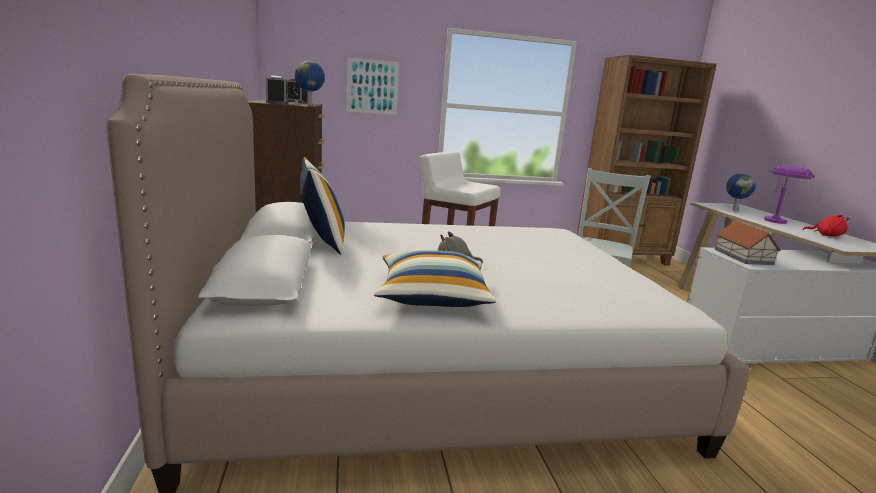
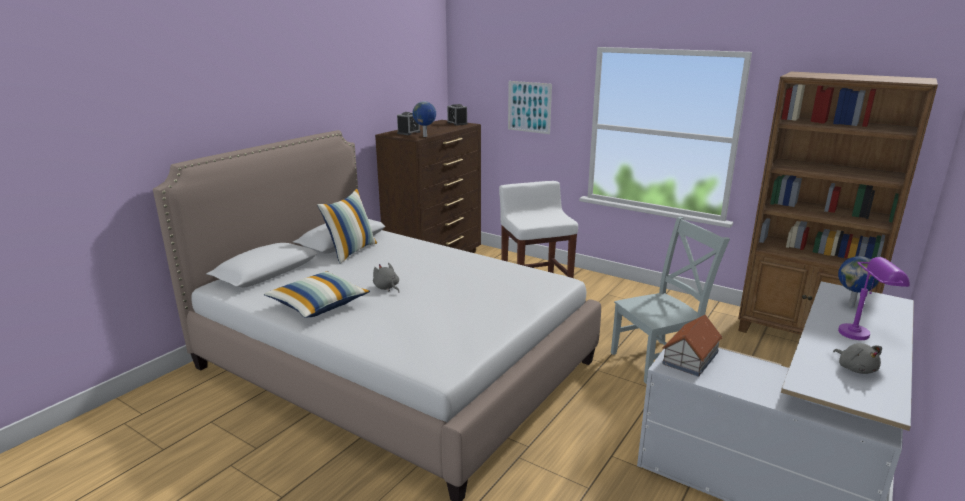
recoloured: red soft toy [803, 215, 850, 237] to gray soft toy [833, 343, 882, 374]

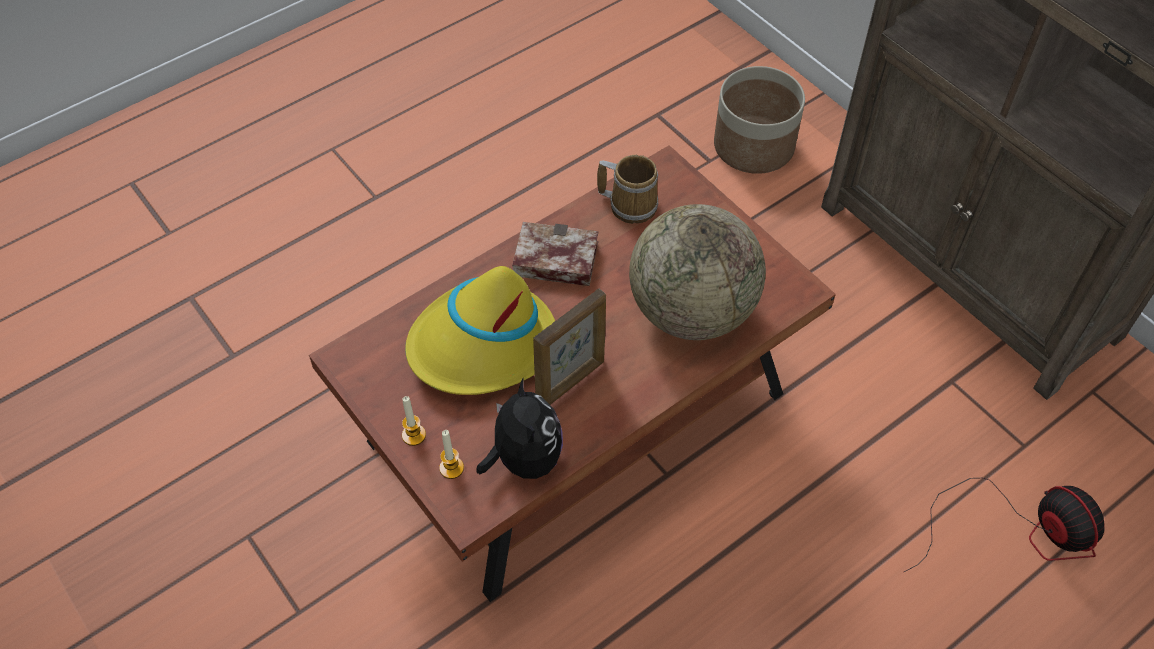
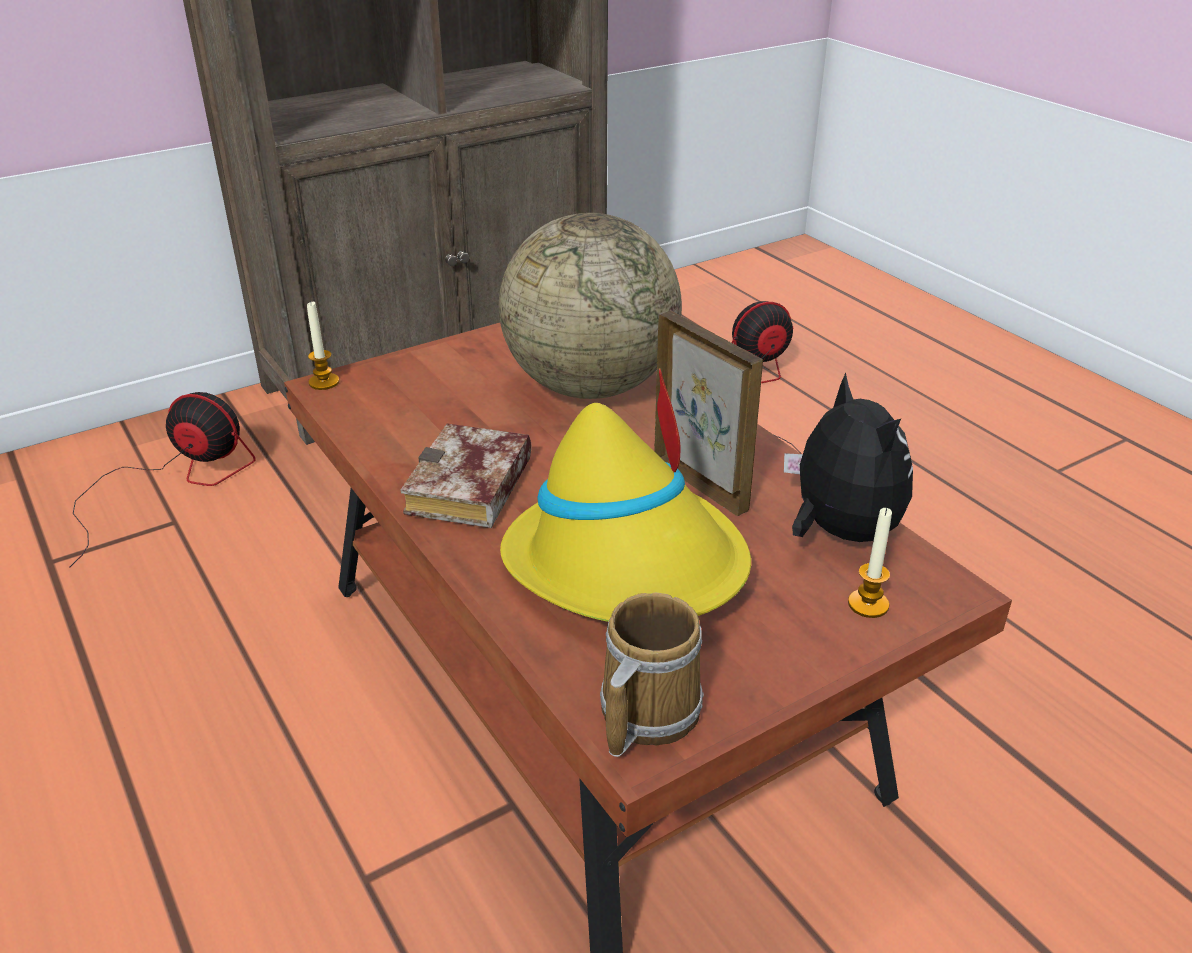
moved: mug [597, 155, 659, 224] to [600, 592, 704, 757]; wax light [402, 396, 426, 446] to [307, 301, 339, 390]
replaced: planter [714, 66, 805, 174] to electric fan [69, 392, 256, 568]
turned: soft toy [476, 377, 563, 479] = [784, 373, 913, 542] 75 degrees clockwise

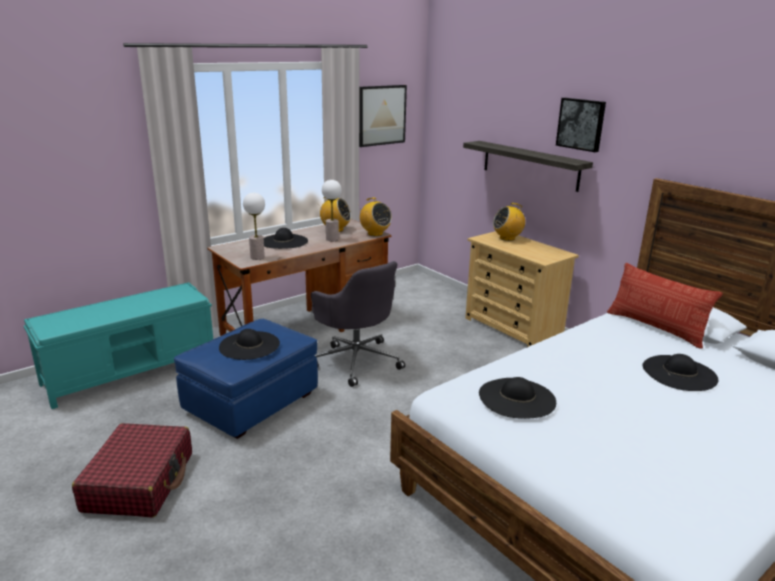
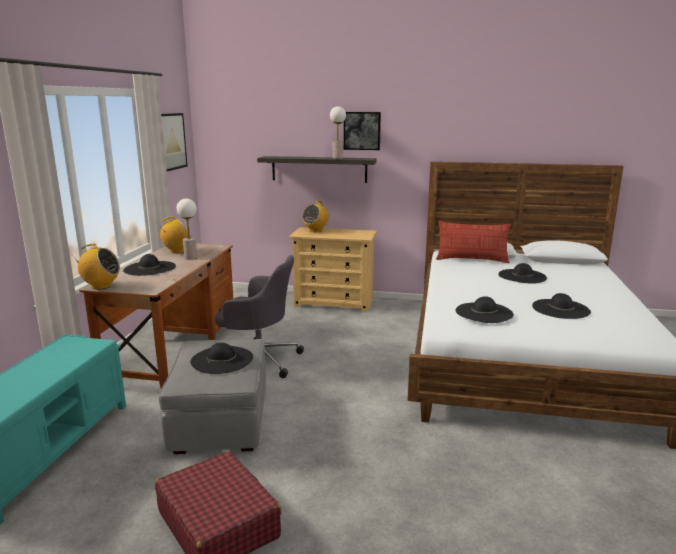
added: black wearable hat [532, 293, 591, 319]
moved: table lamp [243, 193, 265, 260] to [330, 106, 346, 159]; radio receiver [358, 197, 392, 236] to [71, 244, 120, 290]
recoloured: blue-coloured ottoman [174, 319, 318, 439] to gray ottoman [159, 339, 266, 454]

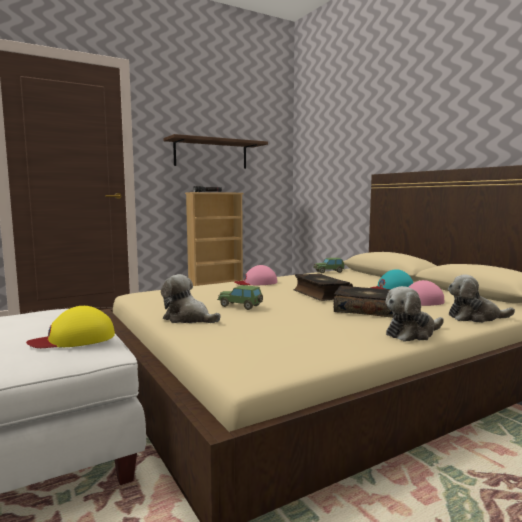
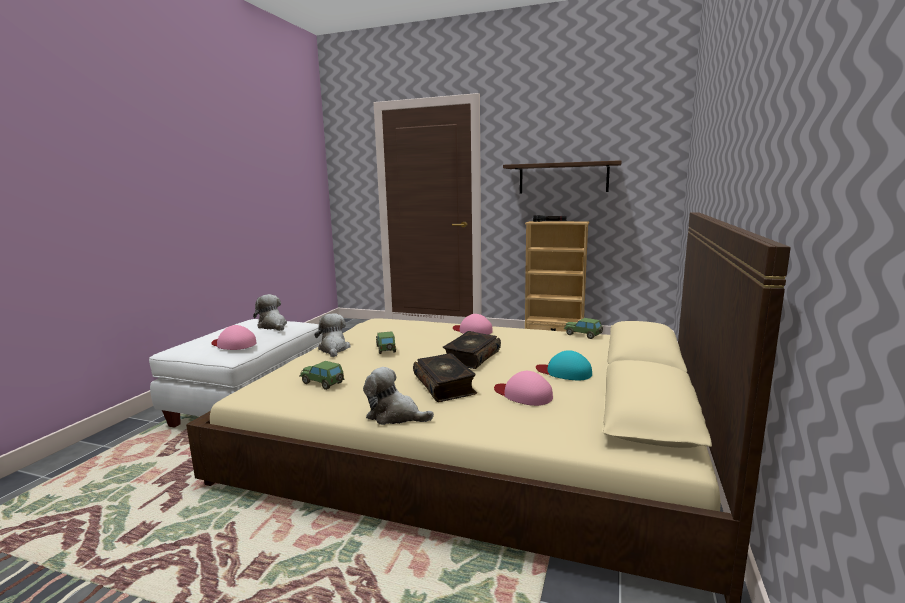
added: miniature car [299, 361, 344, 390]
moved: soft toy [448, 275, 515, 323] to [253, 294, 287, 331]
recoloured: yellowish cap [26, 306, 115, 348] to pink cap [211, 325, 256, 350]

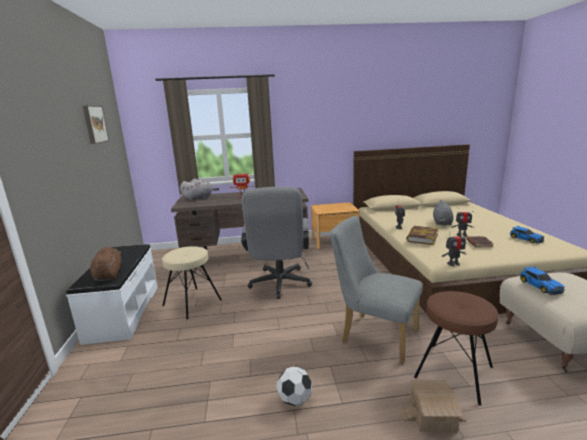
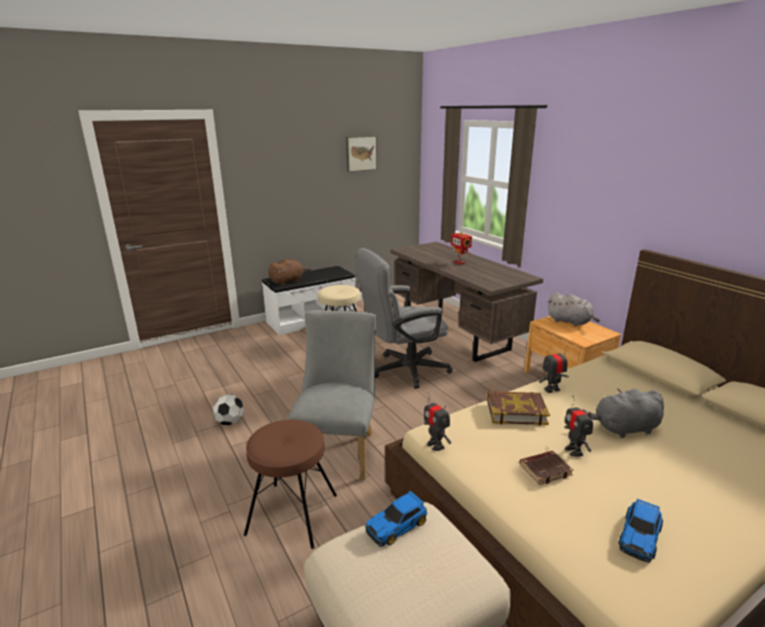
removed: toy house [401, 380, 466, 432]
moved: gray soft toy [180, 179, 219, 201] to [548, 292, 600, 326]

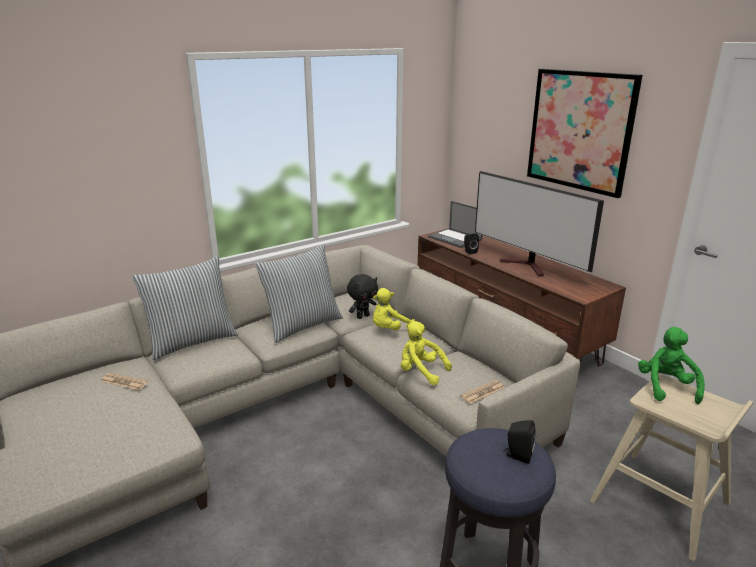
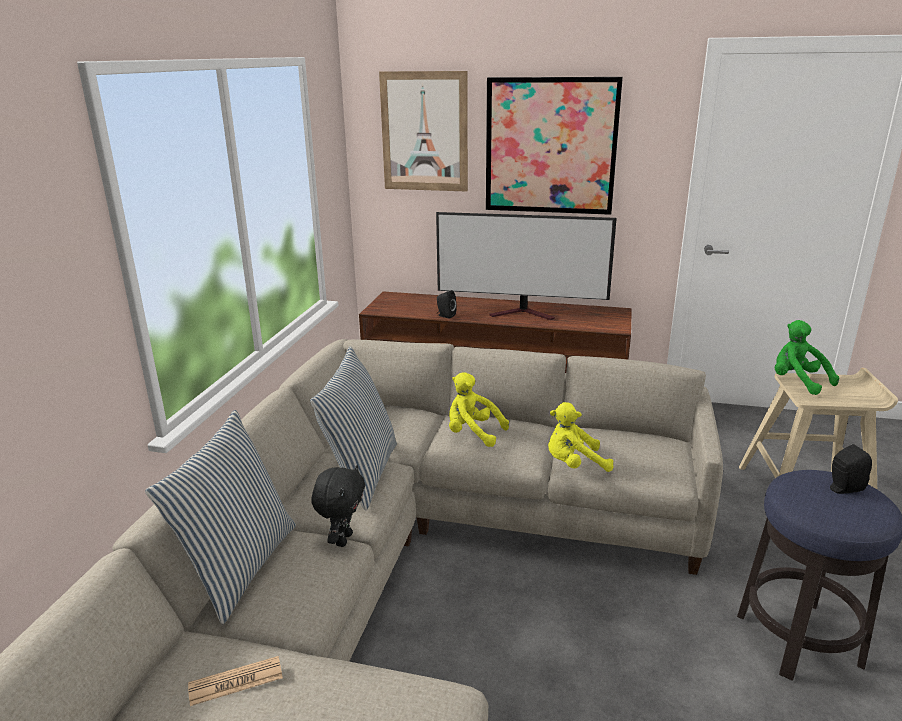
removed: laptop [428, 201, 483, 248]; daily paper [460, 380, 504, 404]
added: wall art [379, 71, 468, 192]
moved: black soft toy [347, 274, 378, 319] to [311, 465, 365, 547]
turned: yellowish soft toy [373, 288, 415, 331] = [449, 372, 509, 447] 105 degrees clockwise

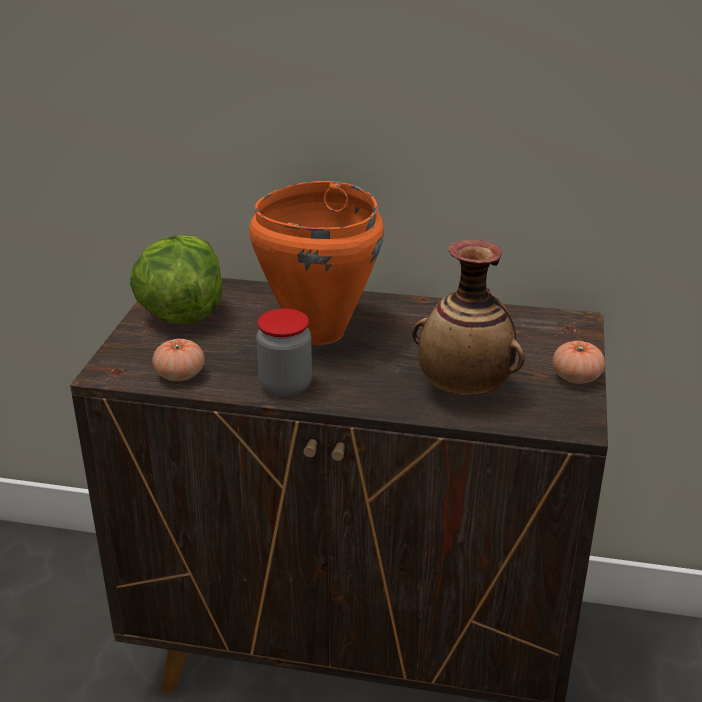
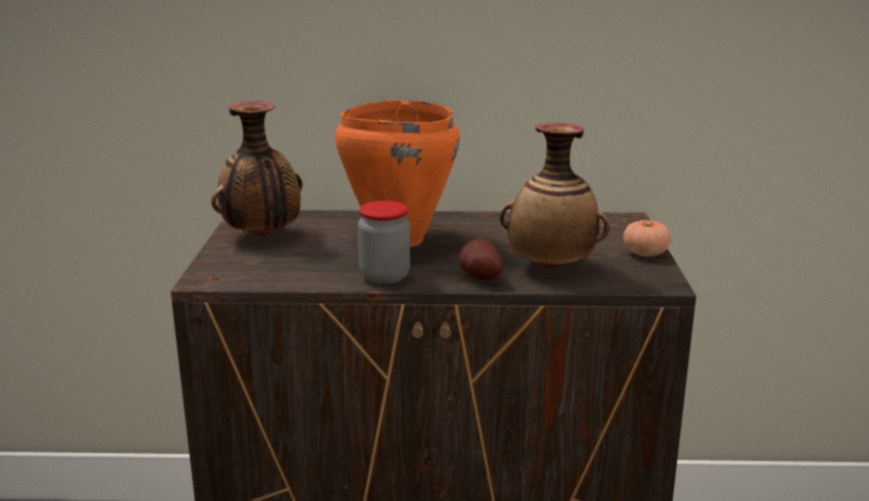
removed: whole tomato [152, 339, 204, 381]
added: potato [459, 239, 504, 280]
replaced: lettuce head [130, 235, 222, 324] to decorative vase [211, 101, 303, 237]

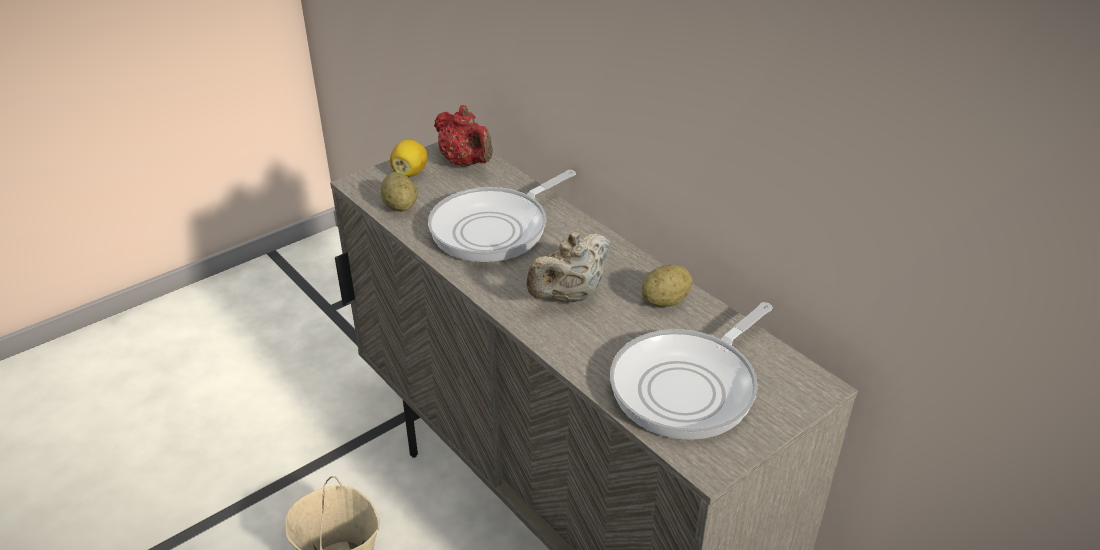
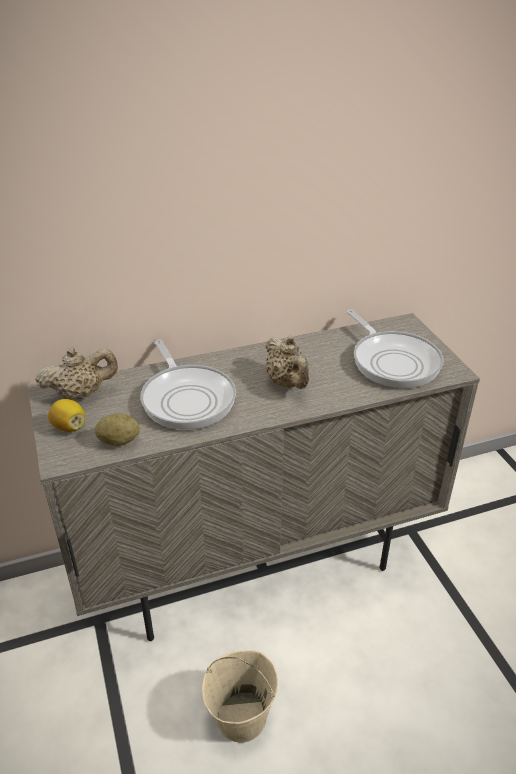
removed: potato [641, 265, 693, 307]
recoloured: red tea pot [434, 105, 493, 167] to beige-coloured tea pot [35, 347, 118, 400]

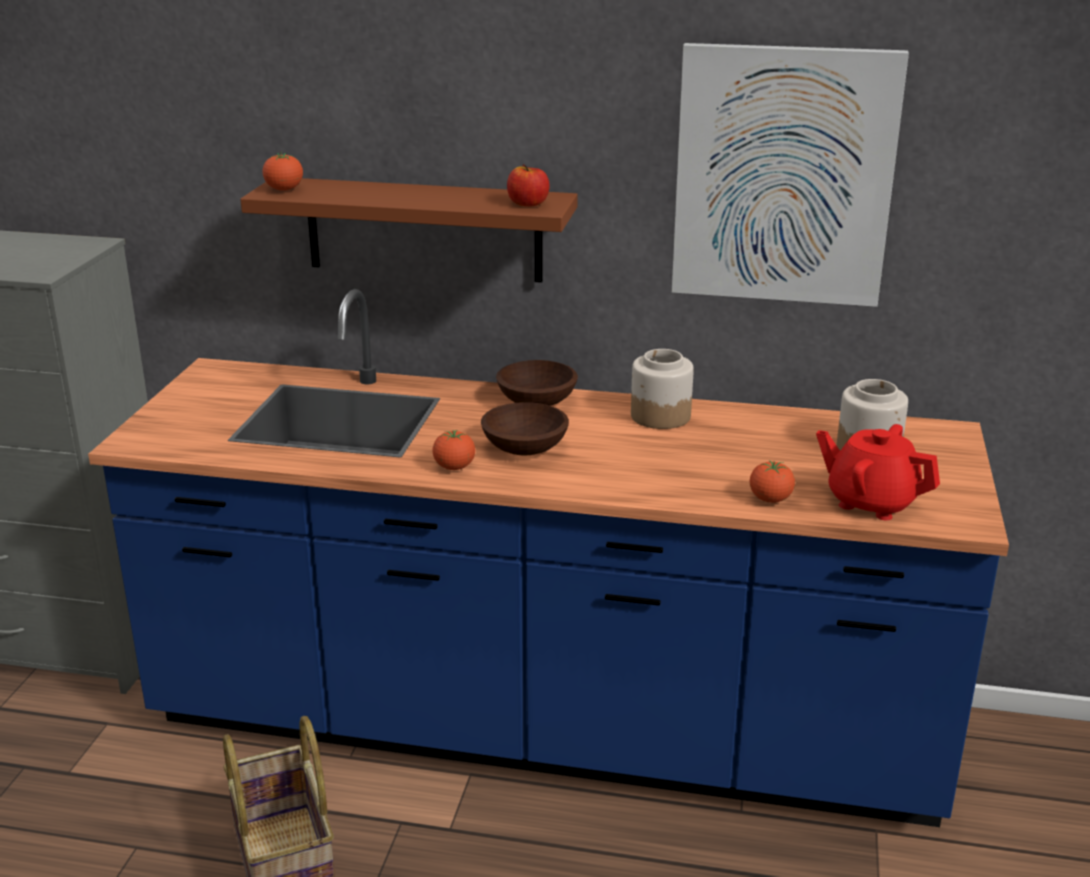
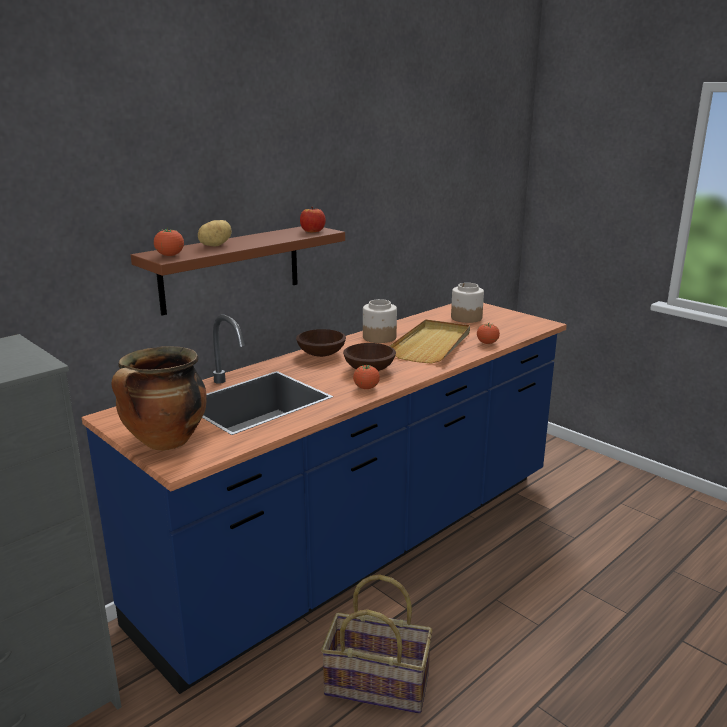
removed: wall art [672, 43, 909, 307]; red tea pot [816, 424, 940, 520]
added: potato [198, 220, 232, 247]; beige-coloured carrying tray [389, 319, 470, 364]; saucepot [111, 346, 207, 451]

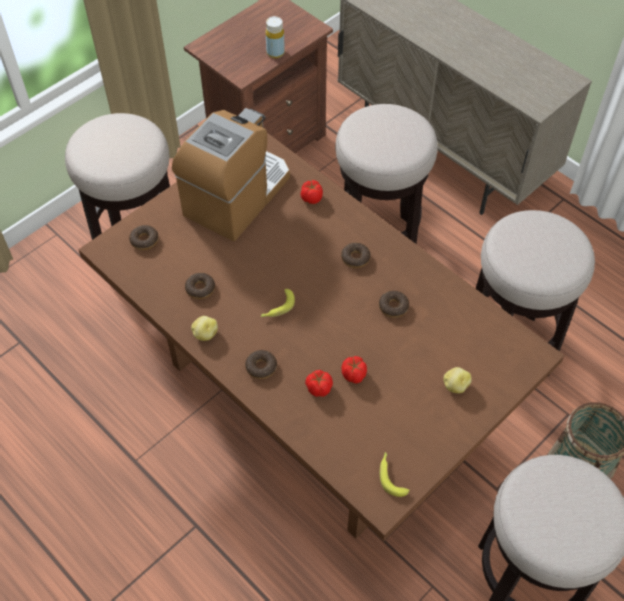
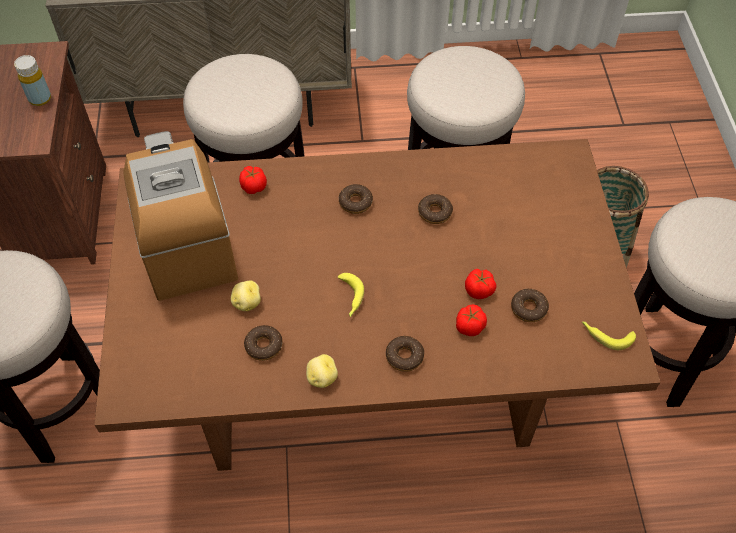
moved: ring doughnut [129, 225, 159, 250] to [511, 289, 549, 322]; potato [443, 367, 472, 393] to [231, 280, 261, 311]

